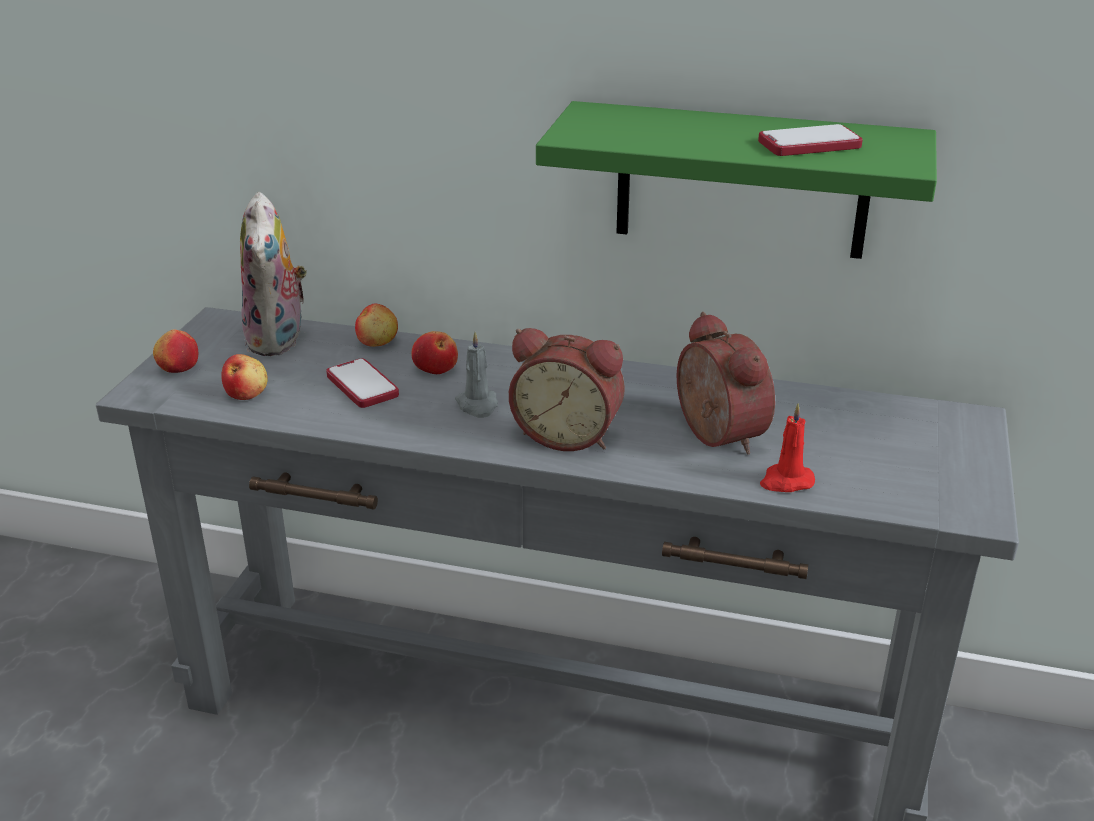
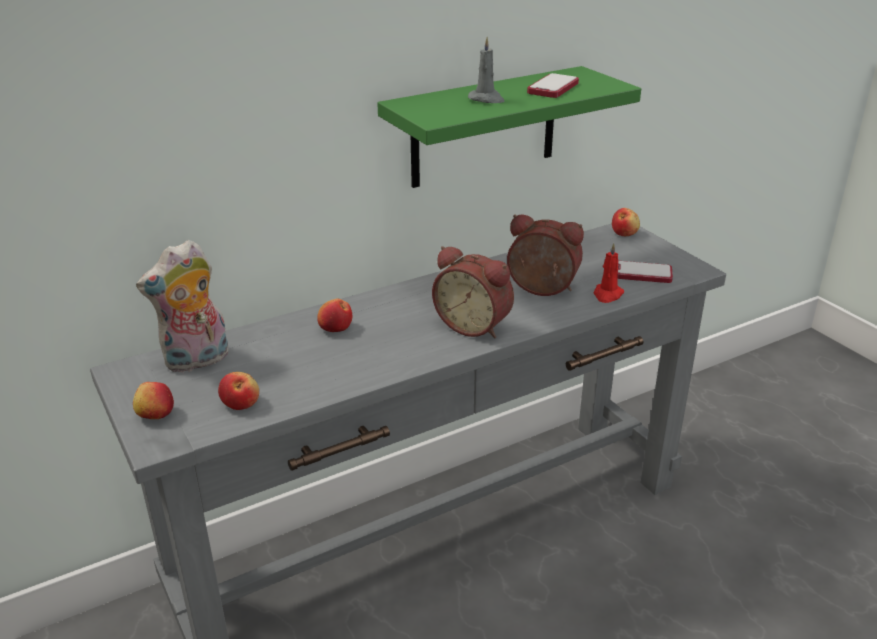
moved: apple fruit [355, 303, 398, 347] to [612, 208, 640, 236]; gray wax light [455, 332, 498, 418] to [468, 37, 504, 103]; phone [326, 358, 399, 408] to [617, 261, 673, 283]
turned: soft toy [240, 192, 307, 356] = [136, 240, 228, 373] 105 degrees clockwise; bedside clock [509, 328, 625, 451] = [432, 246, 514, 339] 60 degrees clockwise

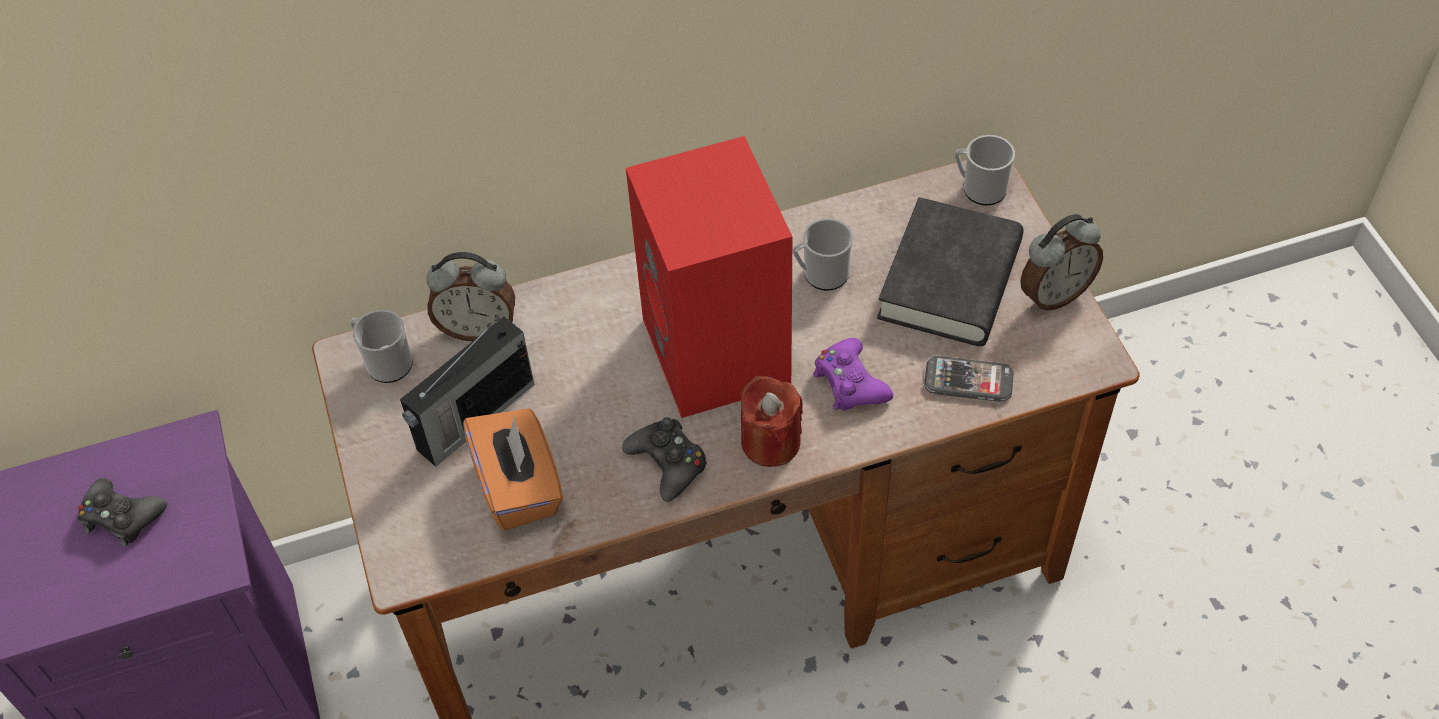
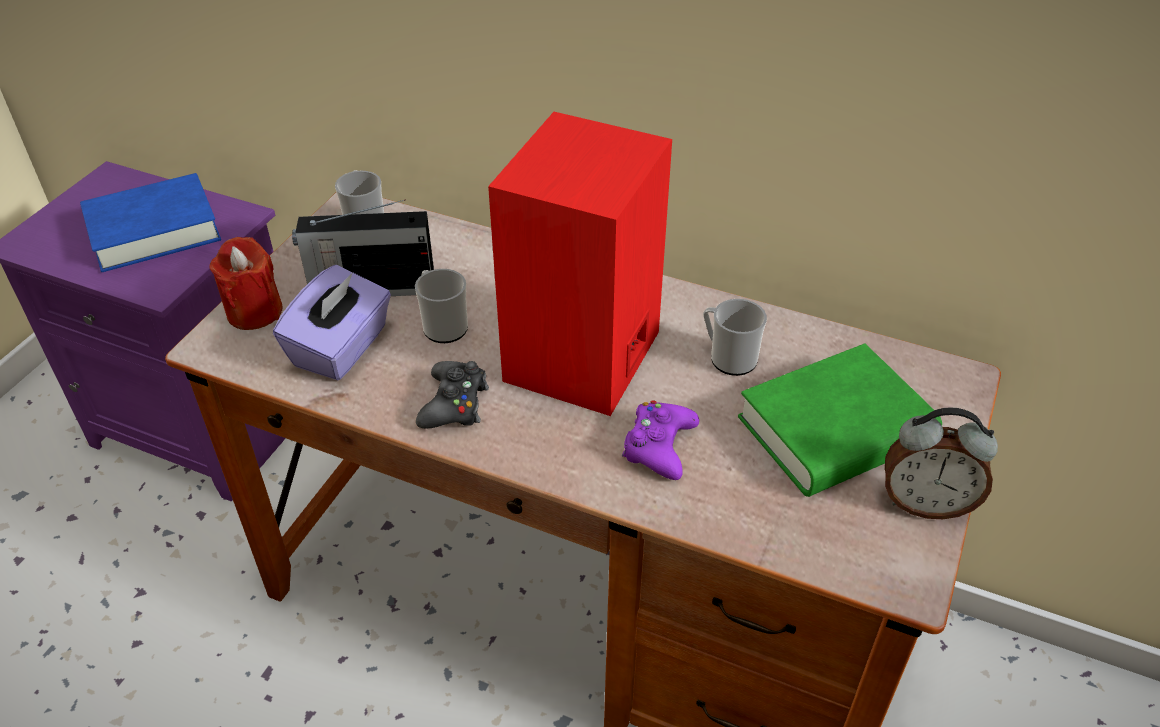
removed: bedside clock [426, 252, 515, 341]; phone [924, 356, 1014, 402]
moved: mug [955, 135, 1015, 206] to [415, 269, 468, 343]; red wax light [740, 375, 803, 467] to [209, 237, 283, 330]
replaced: black joypad [78, 478, 167, 547] to blue-coloured bound book [80, 173, 221, 272]
recoloured: black bound book [877, 197, 1024, 346] to greenish bound book [738, 344, 942, 497]; orange-coloured box of tissues [463, 409, 563, 531] to purple-coloured box of tissues [273, 265, 391, 380]

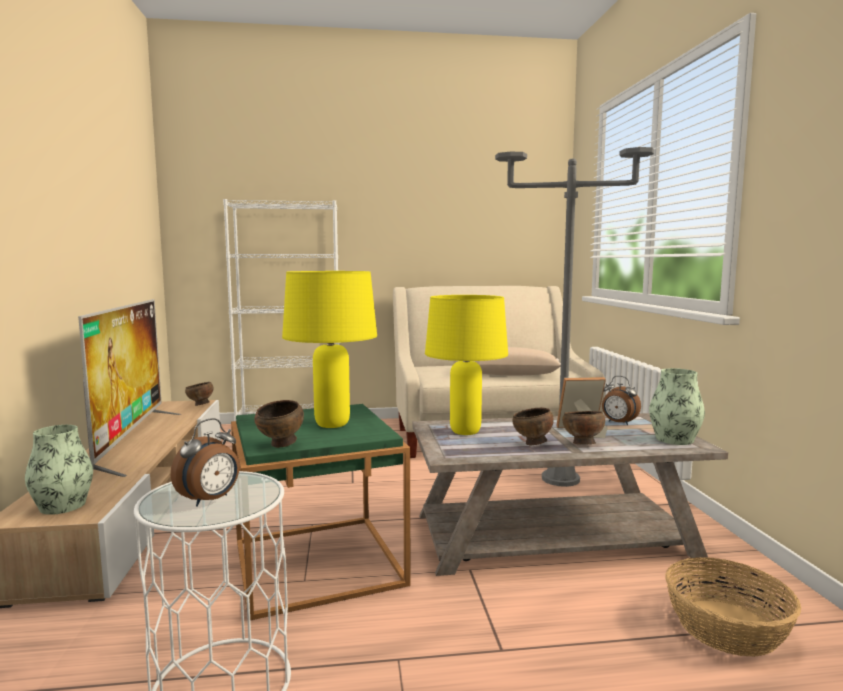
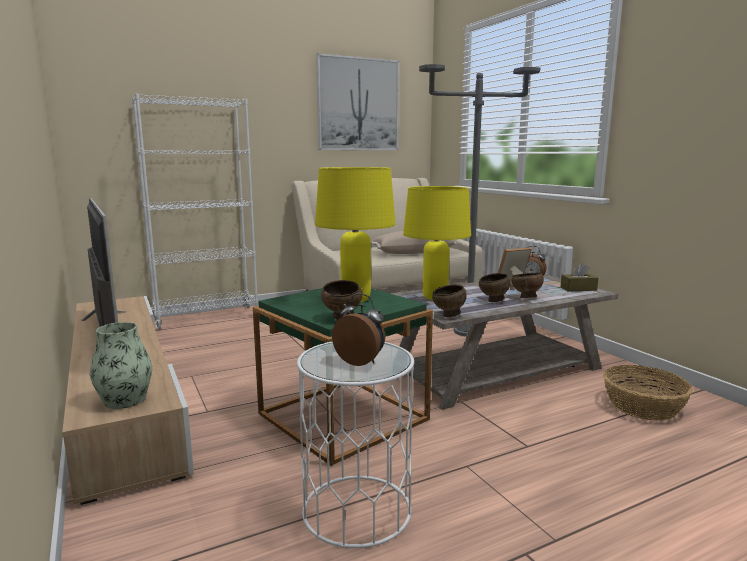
added: wall art [316, 53, 399, 150]
moved: brown bowl [185, 382, 213, 406] to [432, 285, 467, 317]
replaced: decorative vase [649, 368, 705, 445] to brown box of tissues [561, 263, 598, 292]
turned: bedside clock [171, 418, 239, 507] = [332, 293, 385, 366] 75 degrees counterclockwise

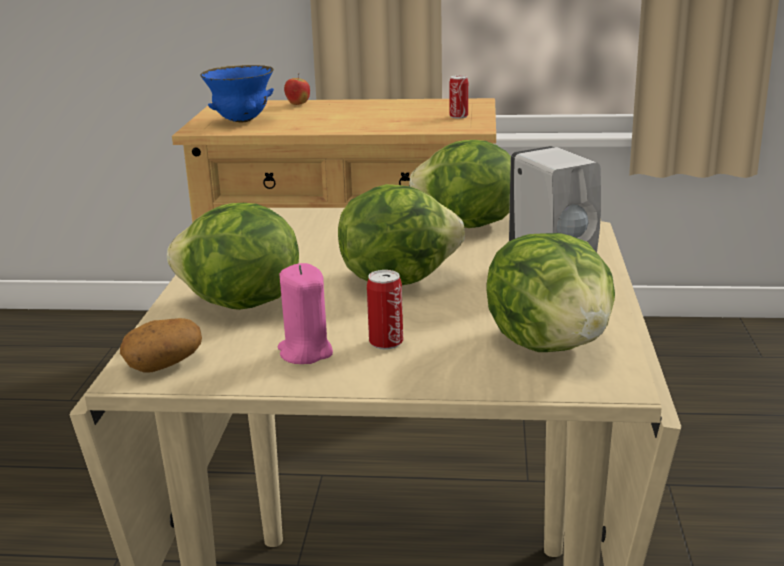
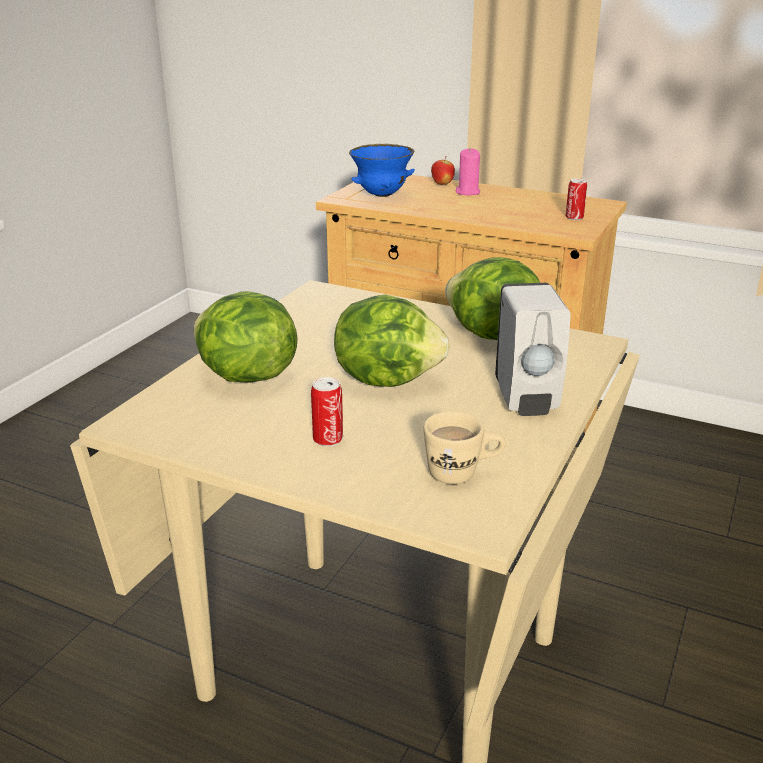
removed: potato [120, 318, 202, 373]
moved: pink wax light [278, 263, 333, 364] to [456, 148, 480, 196]
replaced: lettuce head [487, 233, 615, 352] to beige-coloured mug [423, 411, 506, 484]

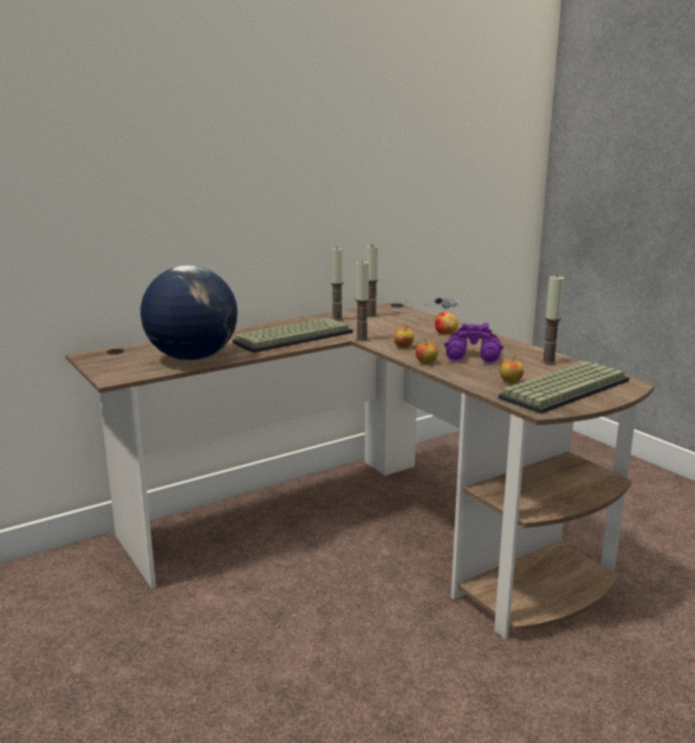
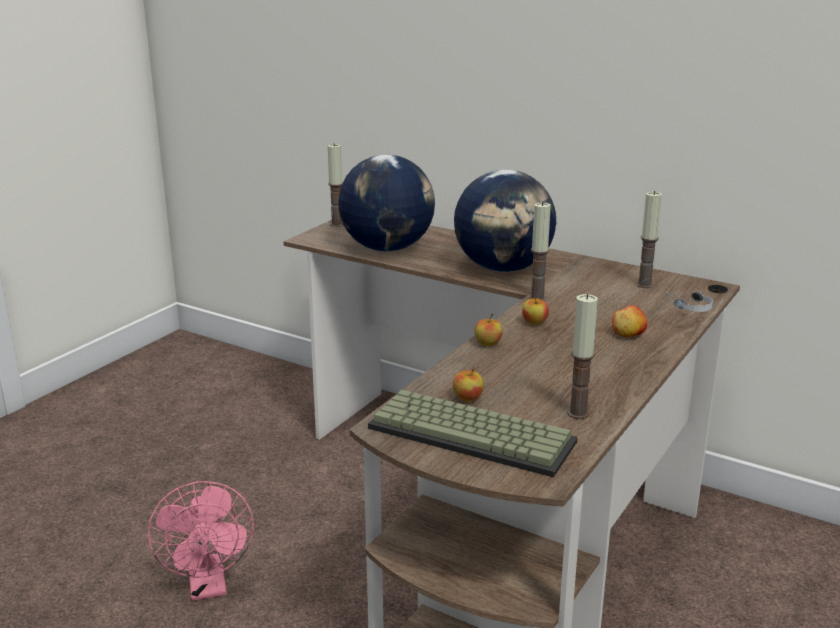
removed: purple-coloured field glasses [444, 323, 504, 364]
added: pink electric fan [148, 481, 254, 601]
moved: wax light [331, 248, 344, 321] to [328, 144, 343, 227]
replaced: PC keyboard [232, 318, 353, 353] to world globe [454, 170, 556, 272]

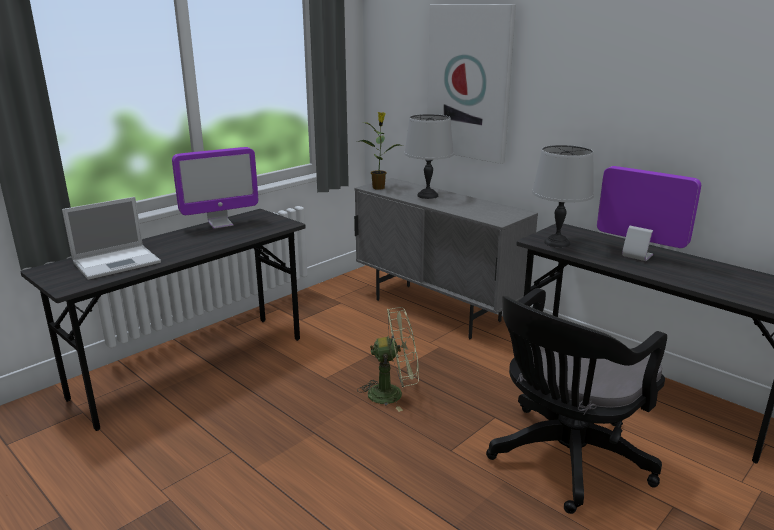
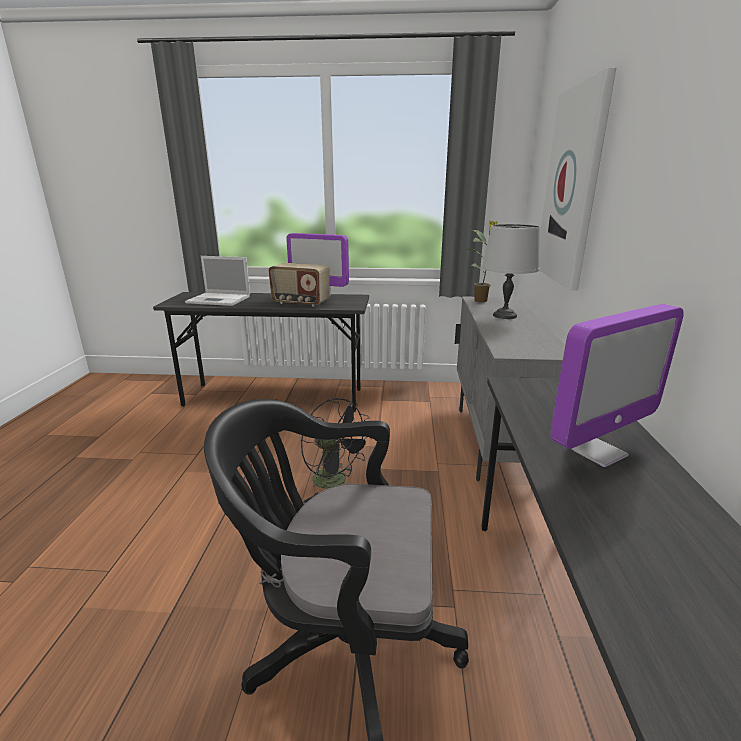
removed: gray table lamp [532, 145, 594, 248]
added: radio receiver [269, 263, 330, 307]
recoloured: greenish electric fan [357, 307, 419, 412] to black electric fan [301, 398, 372, 496]
turned: monitor [597, 166, 701, 261] = [550, 304, 684, 467] 60 degrees clockwise

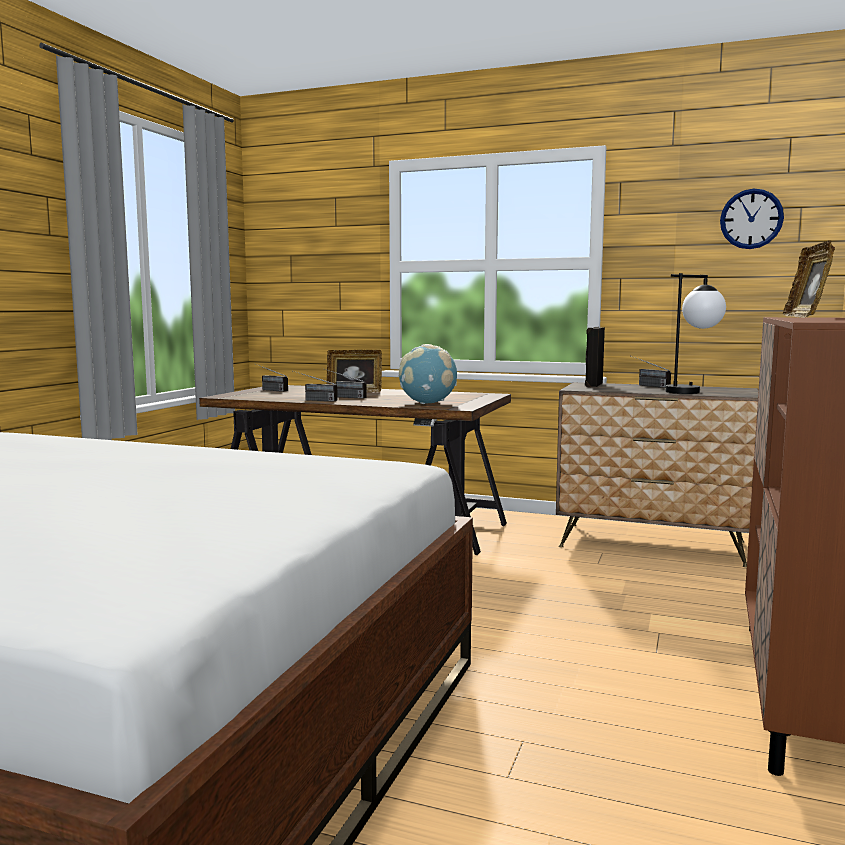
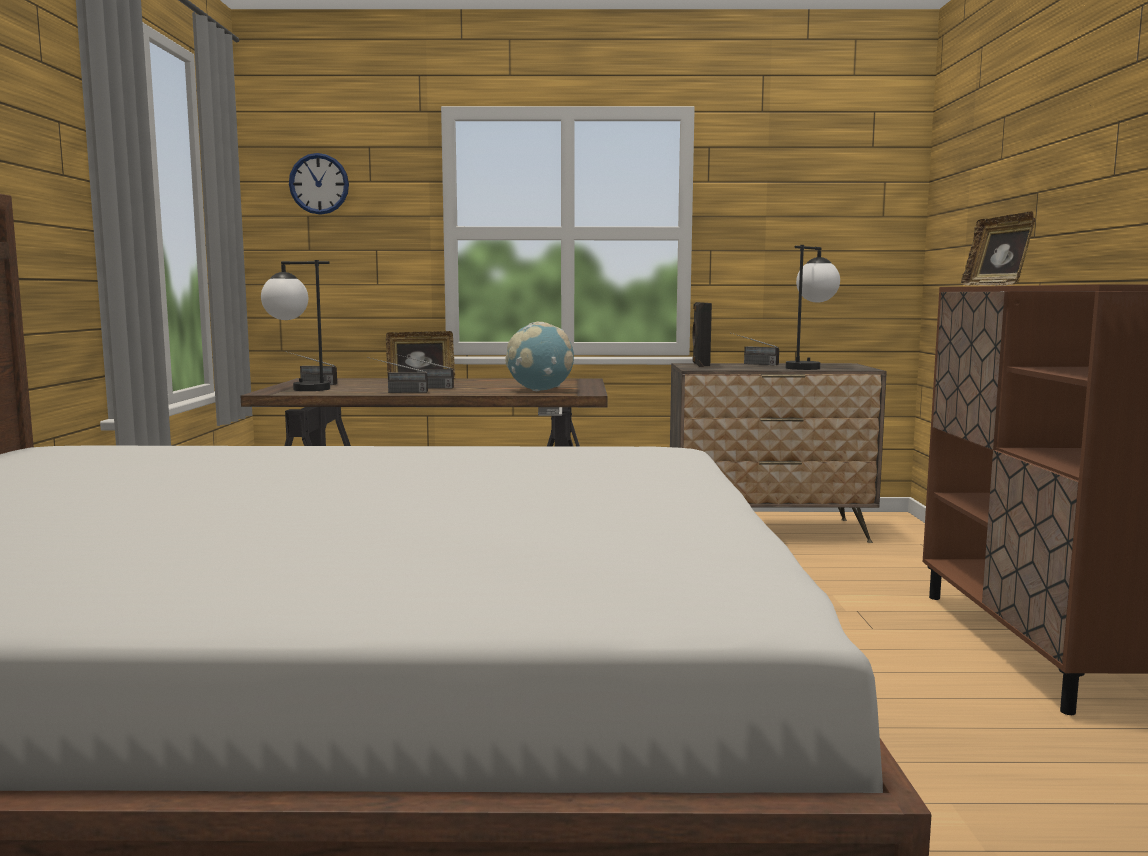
added: table lamp [261, 260, 330, 391]
moved: clock on the wall [720, 189, 784, 249] to [289, 153, 349, 215]

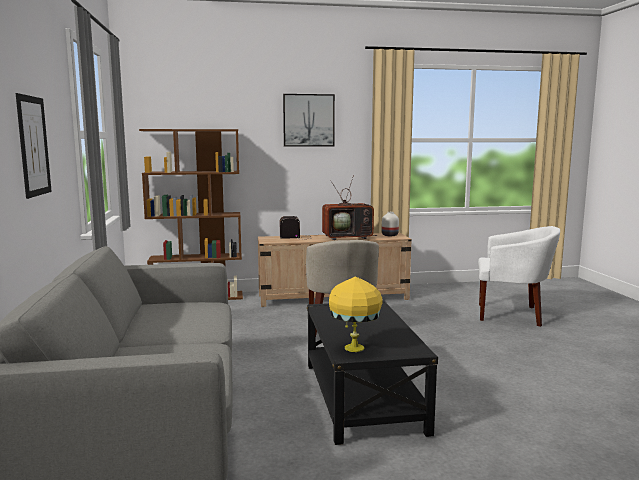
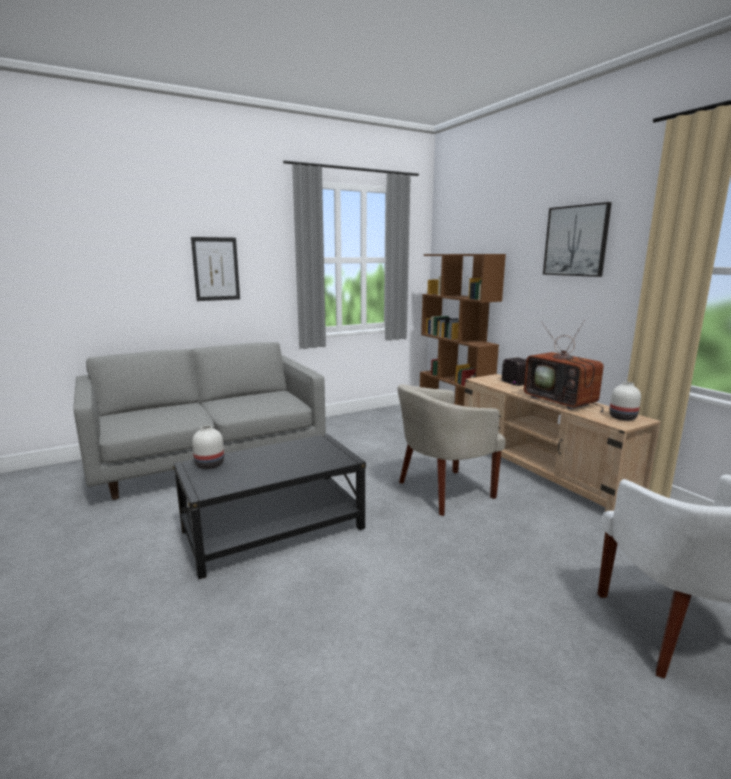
replaced: yellowish table lamp [329, 276, 383, 352] to whitish decorative vase [192, 425, 224, 469]

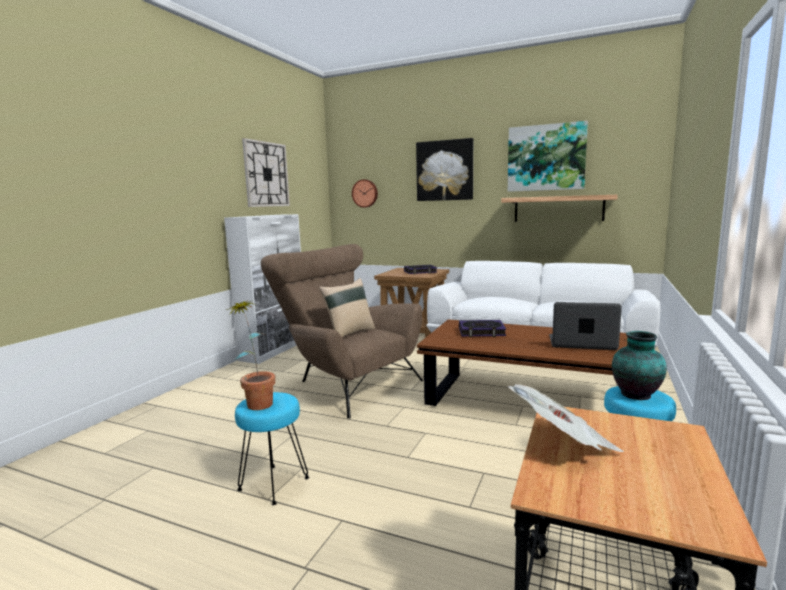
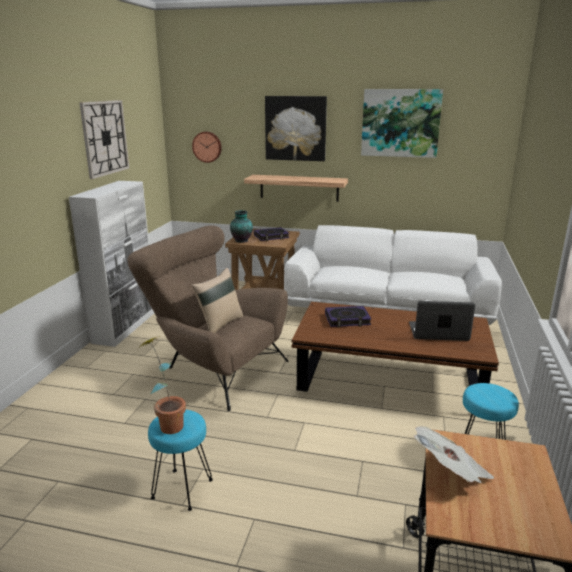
moved: wall shelf [501, 195, 618, 222] to [244, 175, 348, 202]; decorative vase [612, 331, 667, 400] to [230, 210, 253, 243]

